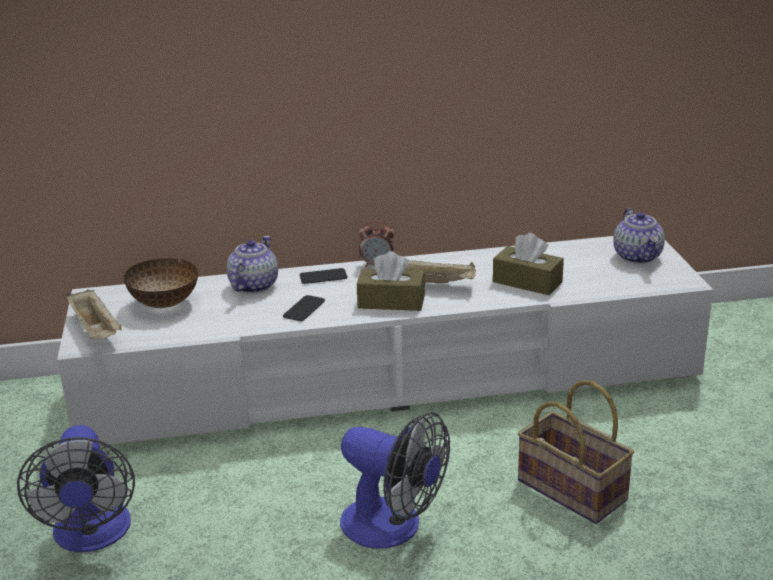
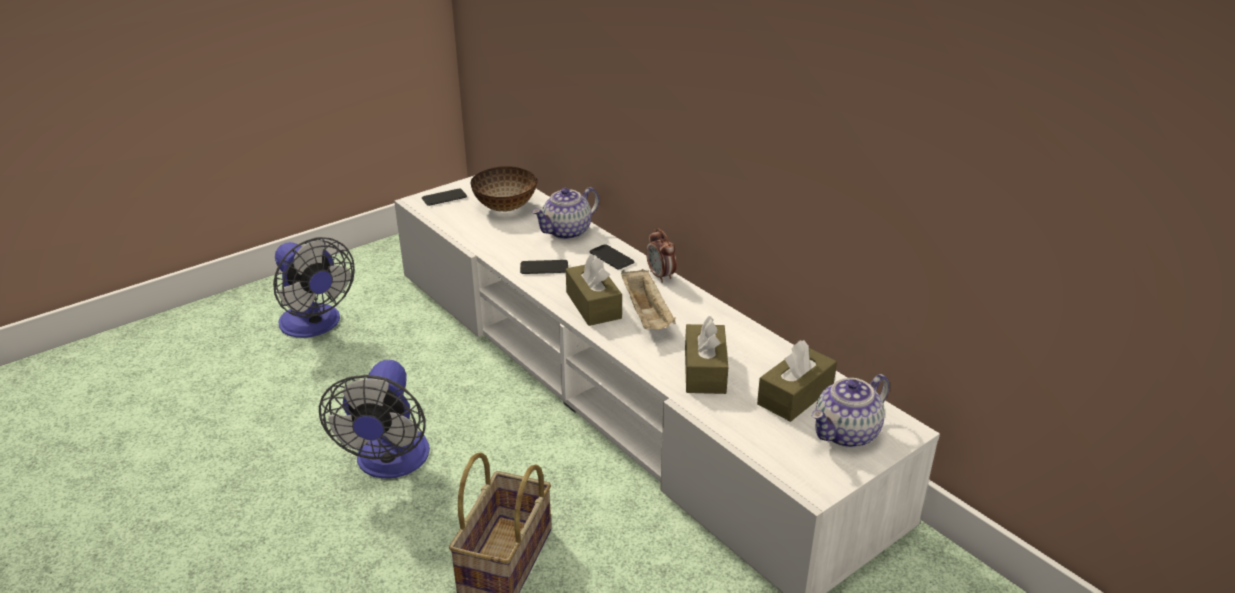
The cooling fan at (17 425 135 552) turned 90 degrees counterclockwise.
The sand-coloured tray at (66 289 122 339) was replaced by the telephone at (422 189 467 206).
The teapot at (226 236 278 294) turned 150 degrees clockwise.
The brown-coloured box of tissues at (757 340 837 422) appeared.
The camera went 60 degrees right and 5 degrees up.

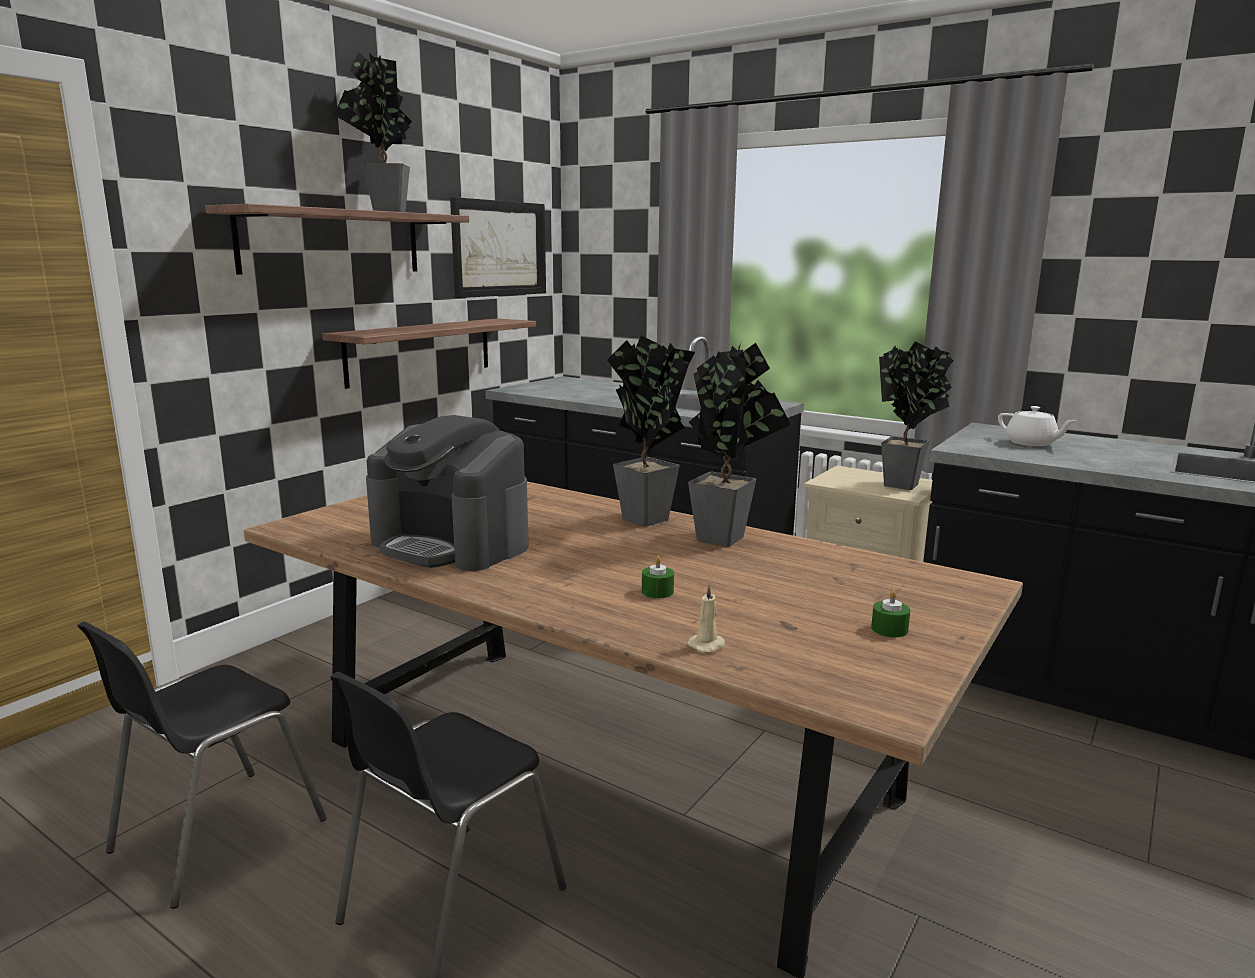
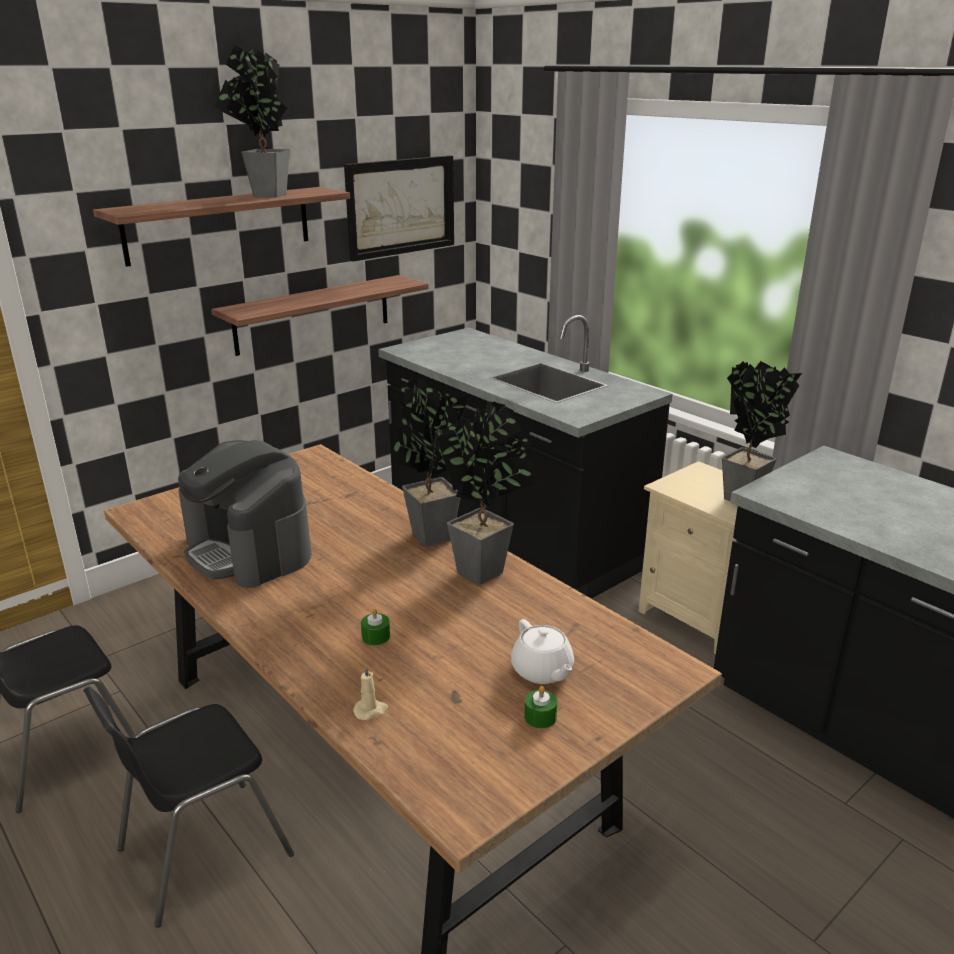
The white-coloured teapot moved from (998 406 1077 446) to (511 619 574 684).
The camera went 15 degrees right and 10 degrees up.

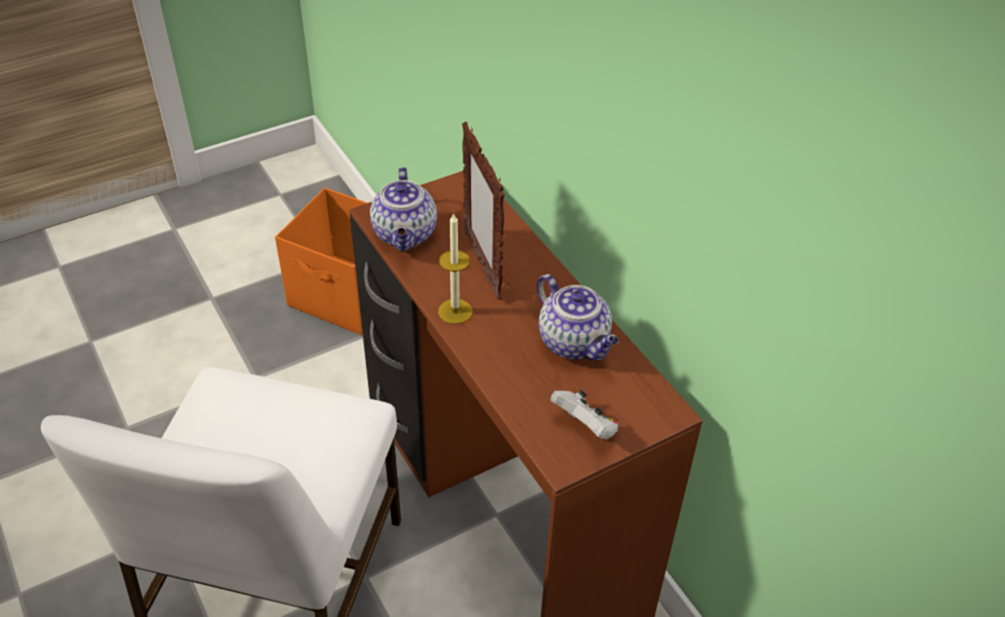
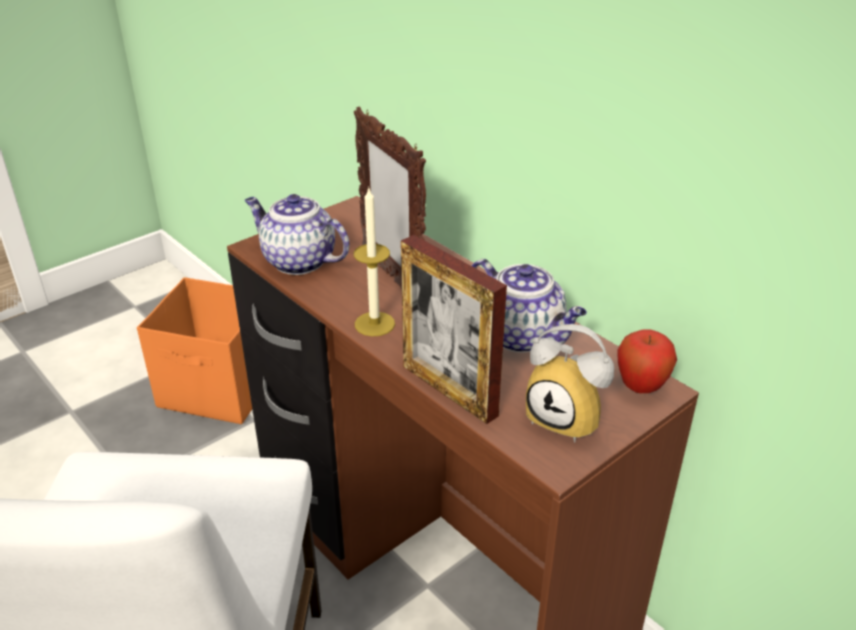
The teapot at (370 167 437 251) turned 135 degrees clockwise.
The photo frame at (401 235 507 424) appeared.
The white-coloured gamepad at (550 390 618 440) was replaced by the bedside clock at (526 324 614 443).
The whole apple at (617 329 677 393) appeared.
The camera went 10 degrees left and 10 degrees down.

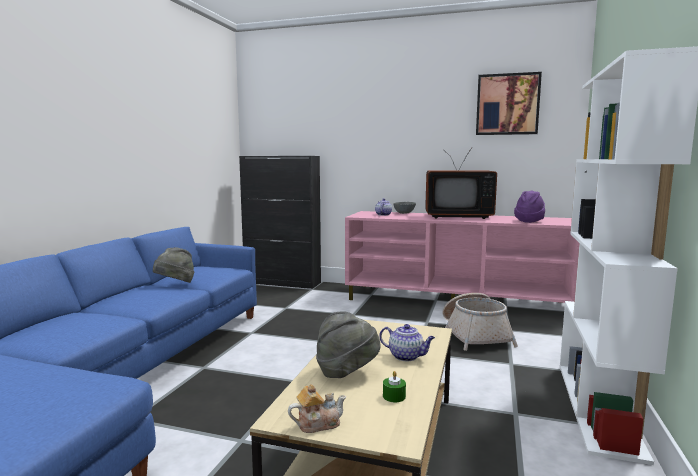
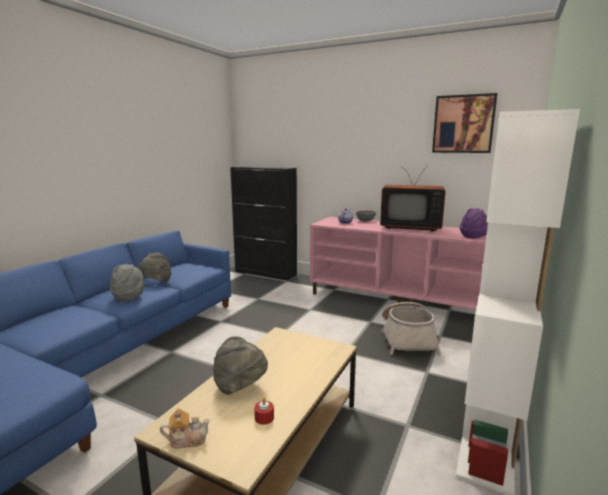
The grey hat at (110 264 144 301) appeared.
The green-coloured wax candle at (383 371 406 402) became the red-coloured wax candle at (254 398 274 425).
The teapot at (379 324 435 361) disappeared.
The camera went 10 degrees right and 5 degrees up.

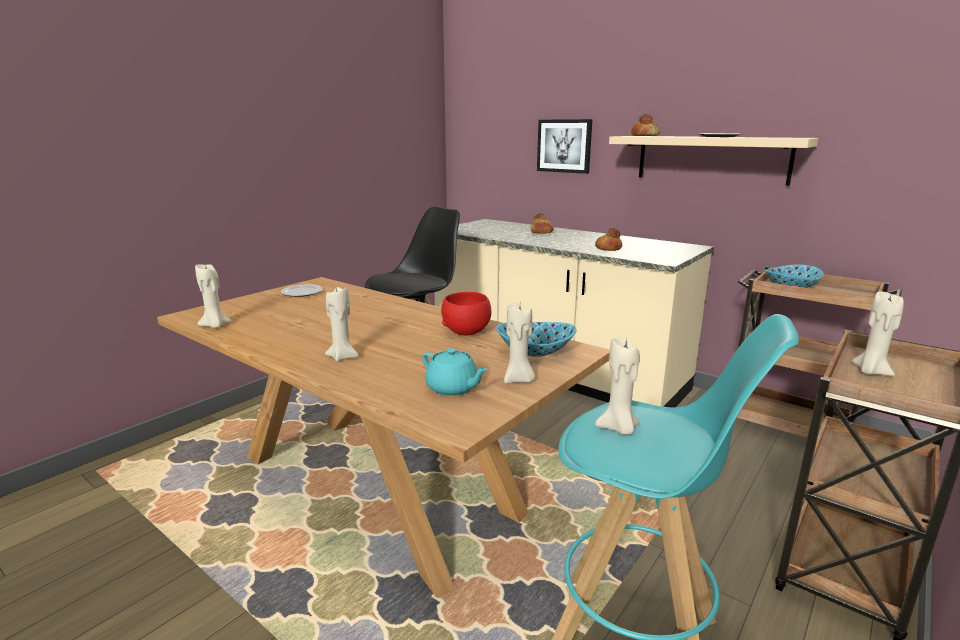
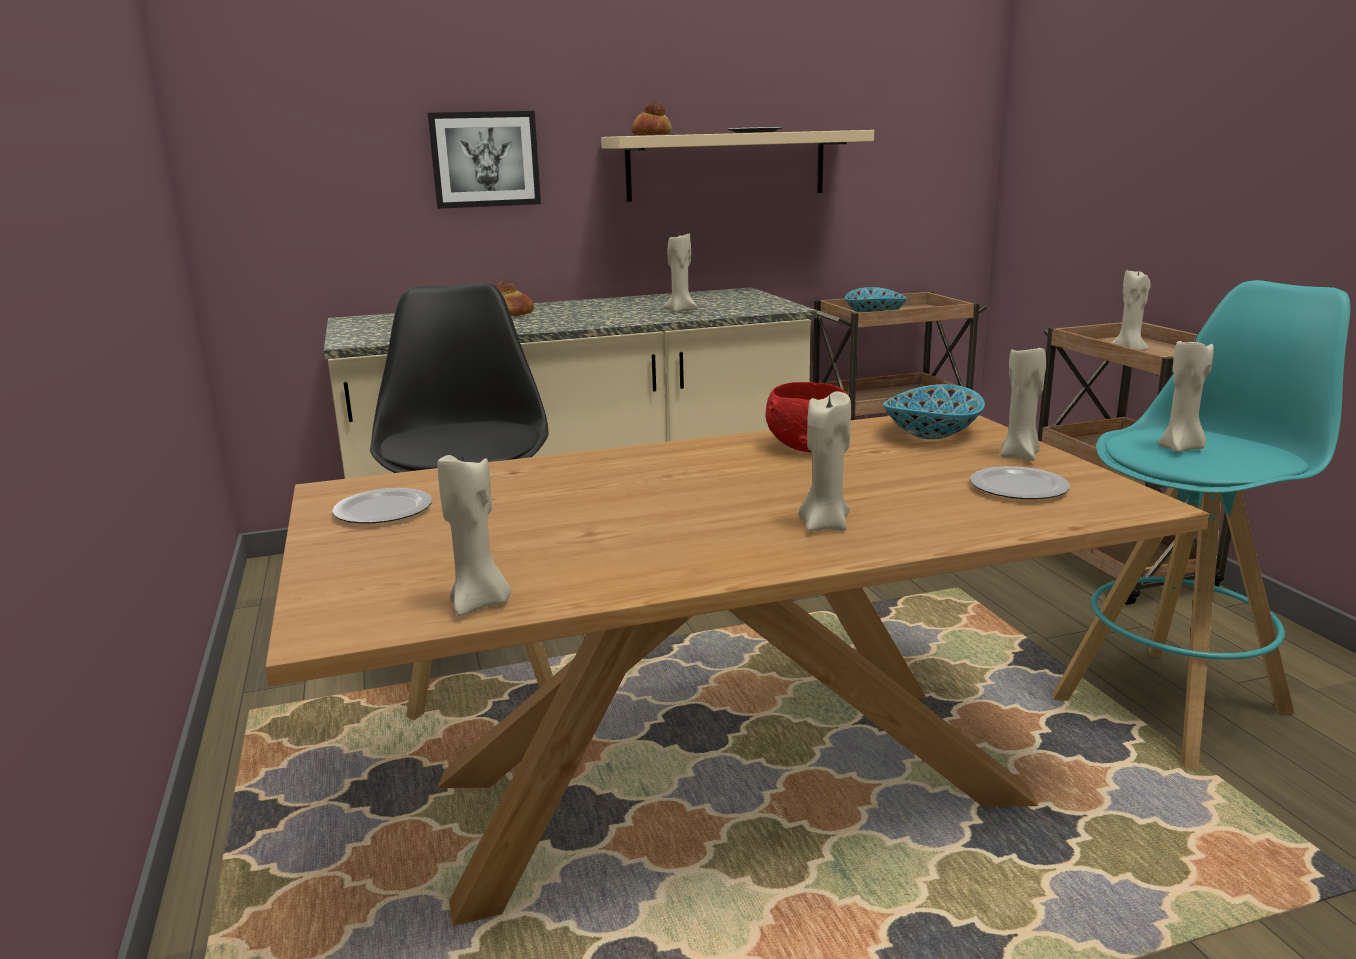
The bread at (595 228 622 251) was replaced by the sand-coloured wax candle at (663 234 698 313).
The turquoise-coloured teapot at (422 348 488 396) was replaced by the plate at (970 466 1070 499).
The camera went 55 degrees left and 0 degrees up.

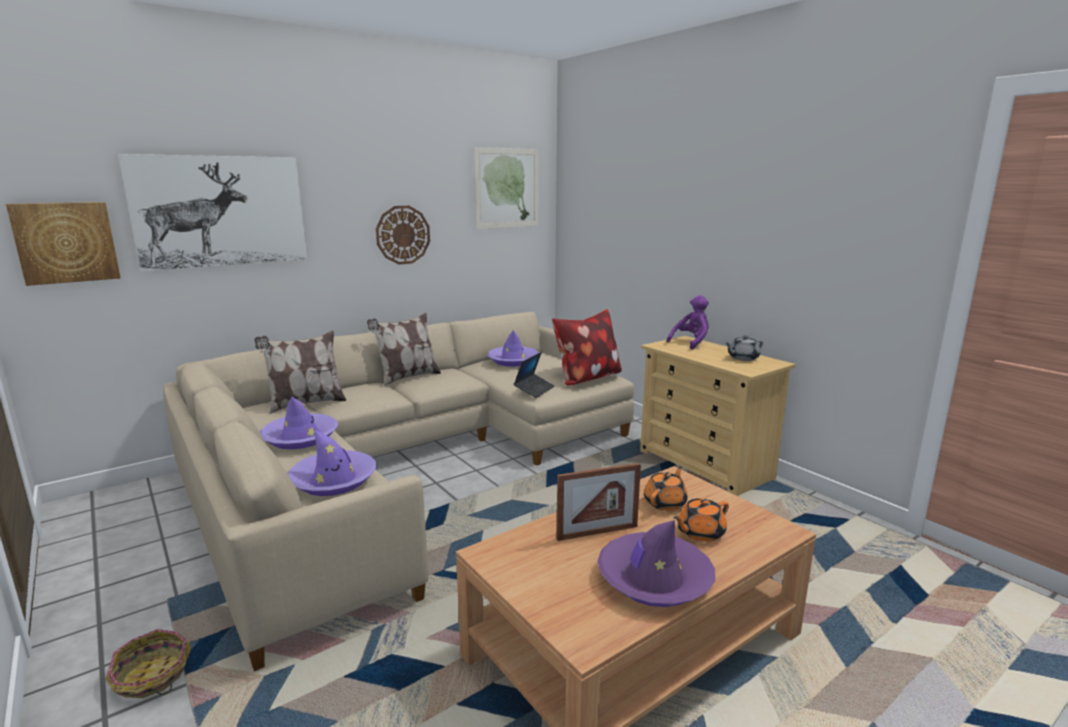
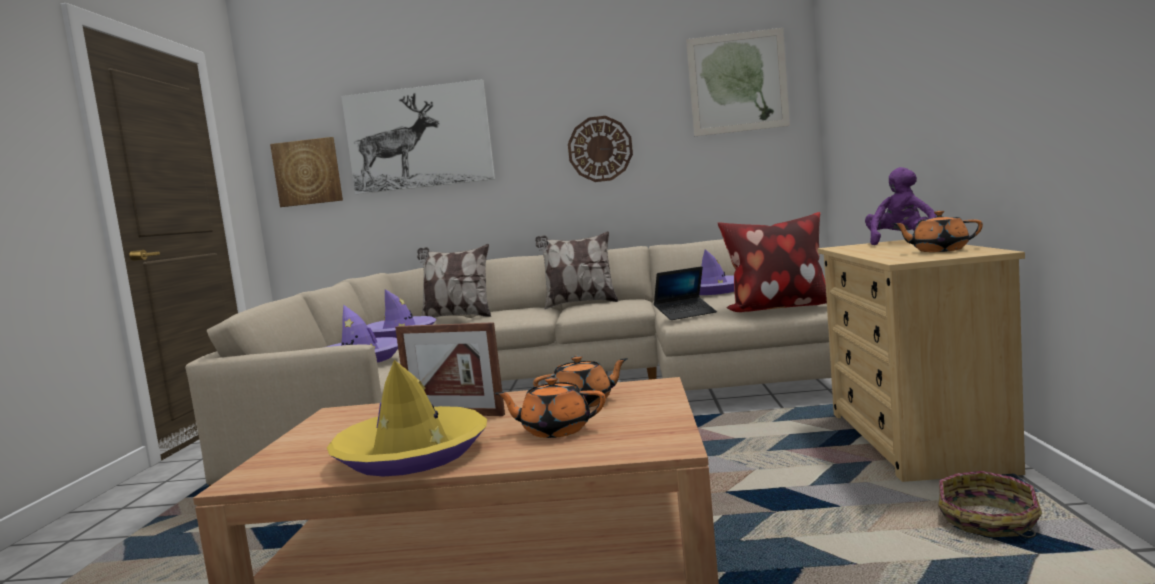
The purplish hat at (598 520 715 607) became the yellow hat at (327 360 487 476).
The purplish plush toy at (667 295 709 350) turned 60 degrees counterclockwise.
The grey teapot at (725 335 763 361) became the orange teapot at (892 211 983 252).
The household basket moved from (105 629 191 698) to (938 471 1042 538).
The camera went 40 degrees right and 10 degrees down.

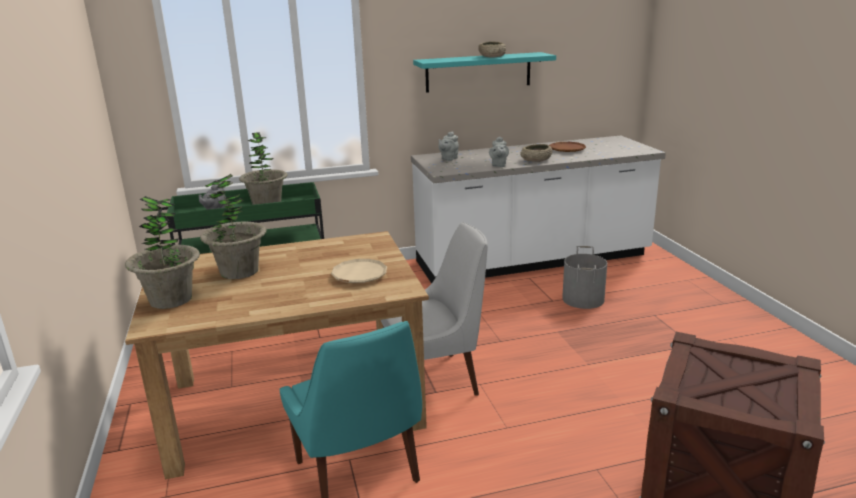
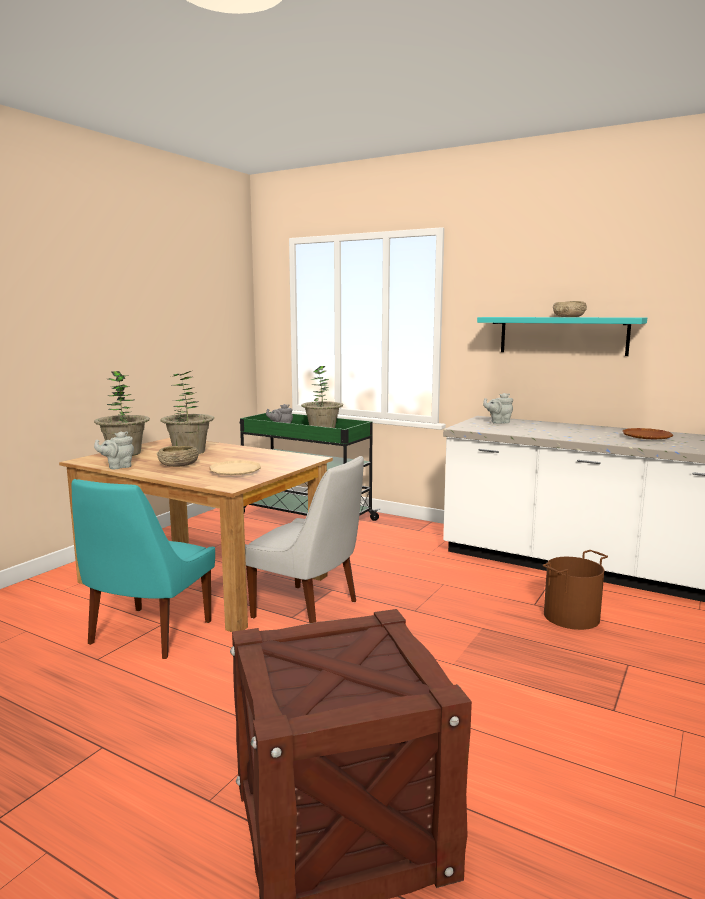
The grey teapot moved from (489 136 509 167) to (94 431 134 469).
The sand-coloured bowl moved from (520 144 552 162) to (157 446 199 467).
The grey bucket at (562 246 607 309) became the brown-coloured bucket at (543 550 608 630).
The camera went 45 degrees right and 10 degrees down.

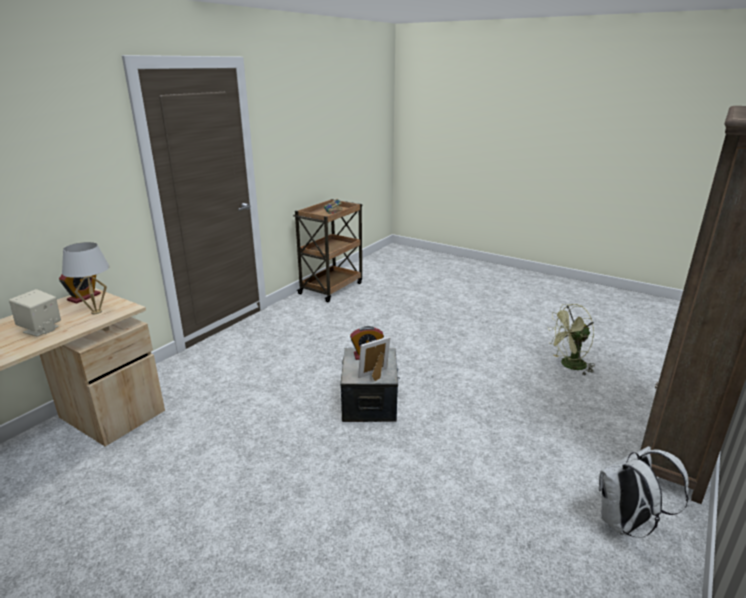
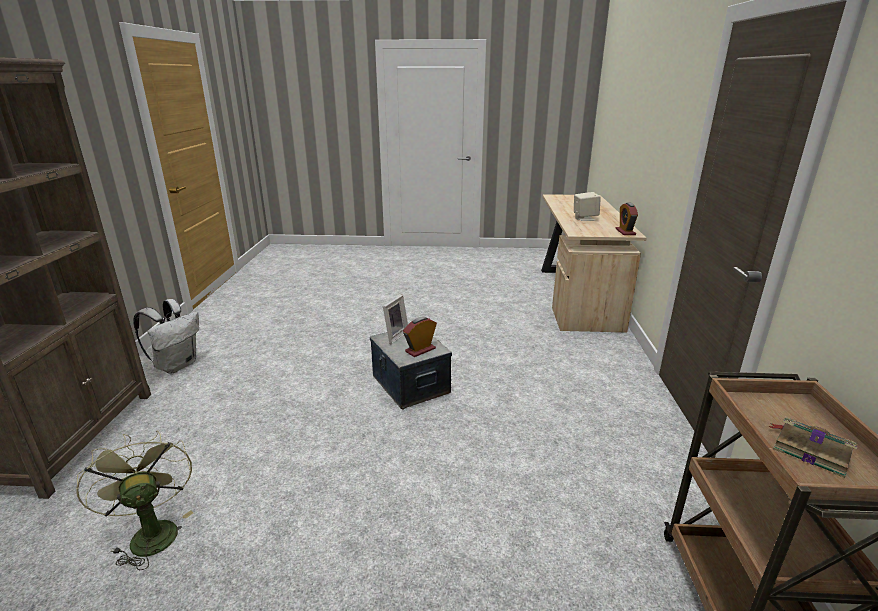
The green-coloured cooling fan at (549 304 595 375) turned 75 degrees counterclockwise.
The white-coloured lamp for a table at (62 242 109 314) disappeared.
The camera went 150 degrees right and 0 degrees up.

